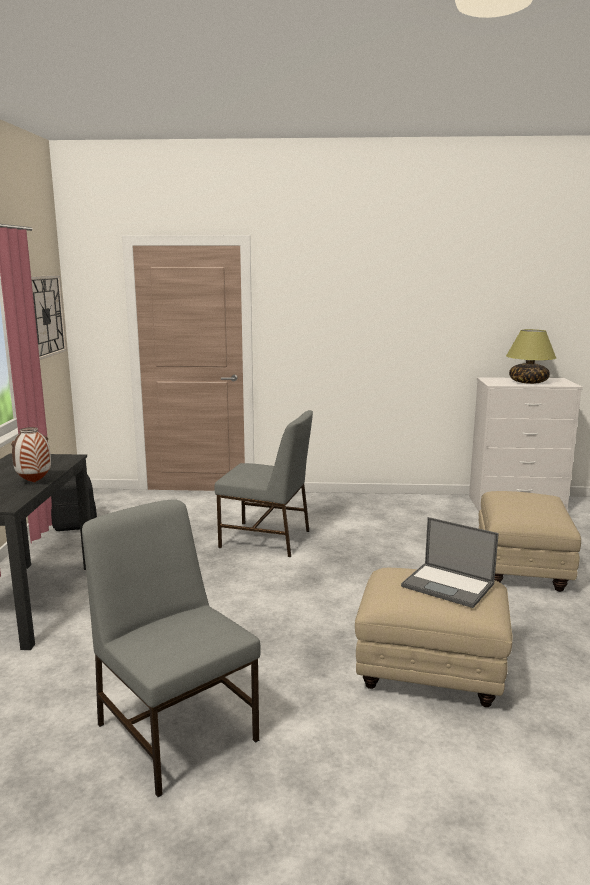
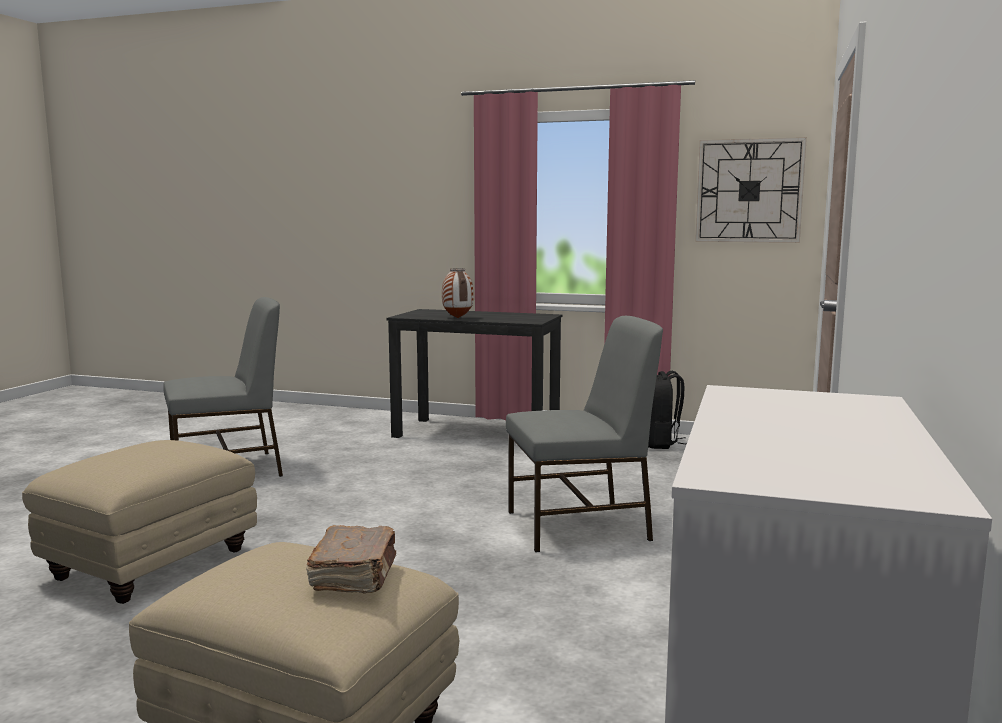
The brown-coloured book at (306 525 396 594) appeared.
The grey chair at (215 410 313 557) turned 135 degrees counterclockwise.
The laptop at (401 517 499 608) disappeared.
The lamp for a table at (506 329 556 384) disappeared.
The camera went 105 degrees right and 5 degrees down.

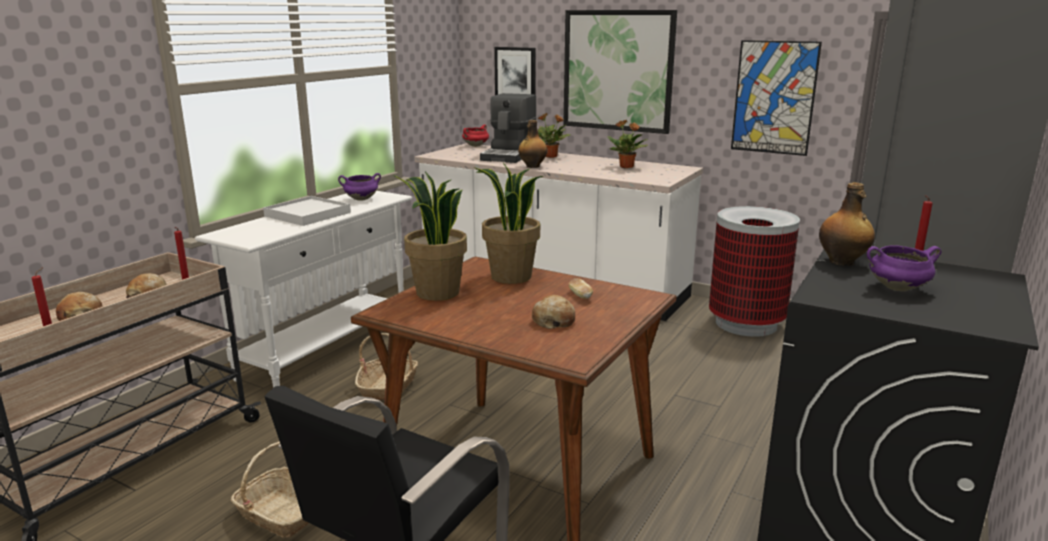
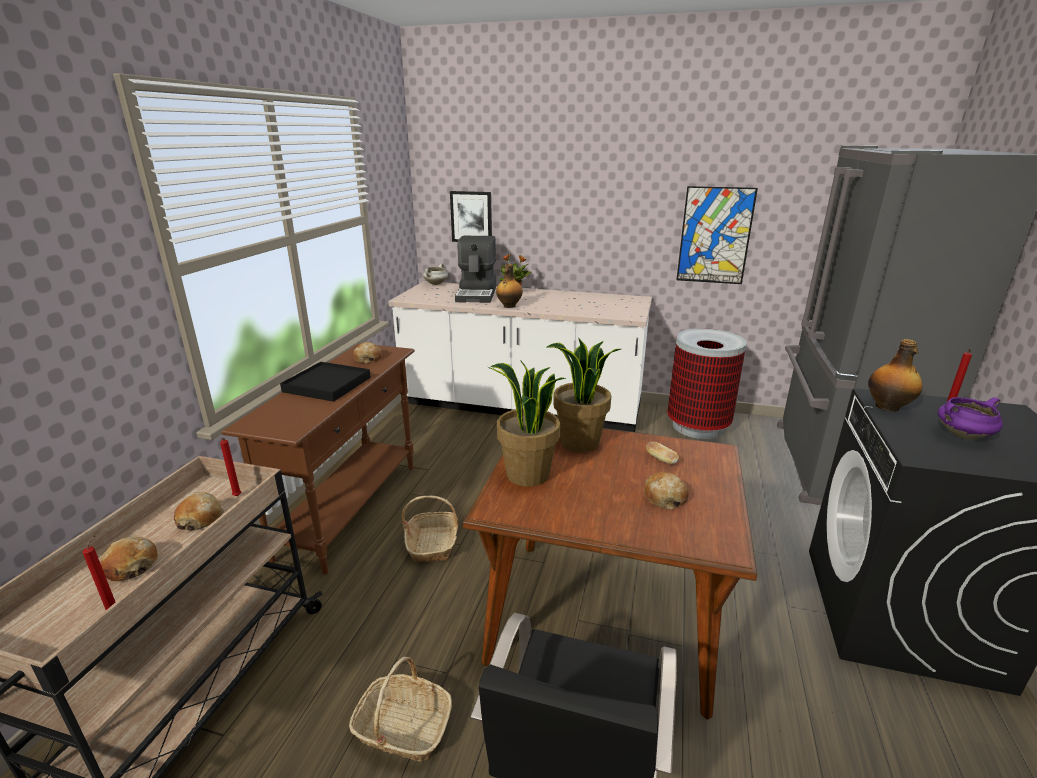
The white-coloured narrow table at (195 191 412 388) became the brown-coloured narrow table at (221 343 415 575).
The white-coloured tray at (263 196 351 226) became the blackish tray at (280 362 371 402).
The purplish cooking pot at (338 173 381 201) was replaced by the bread at (353 342 382 363).
The red-coloured cooking pot at (462 125 489 147) became the white-coloured cooking pot at (423 263 448 285).
The picture at (563 10 677 134) disappeared.
The potted plant at (607 120 648 168) disappeared.
The camera went 15 degrees left and 5 degrees up.

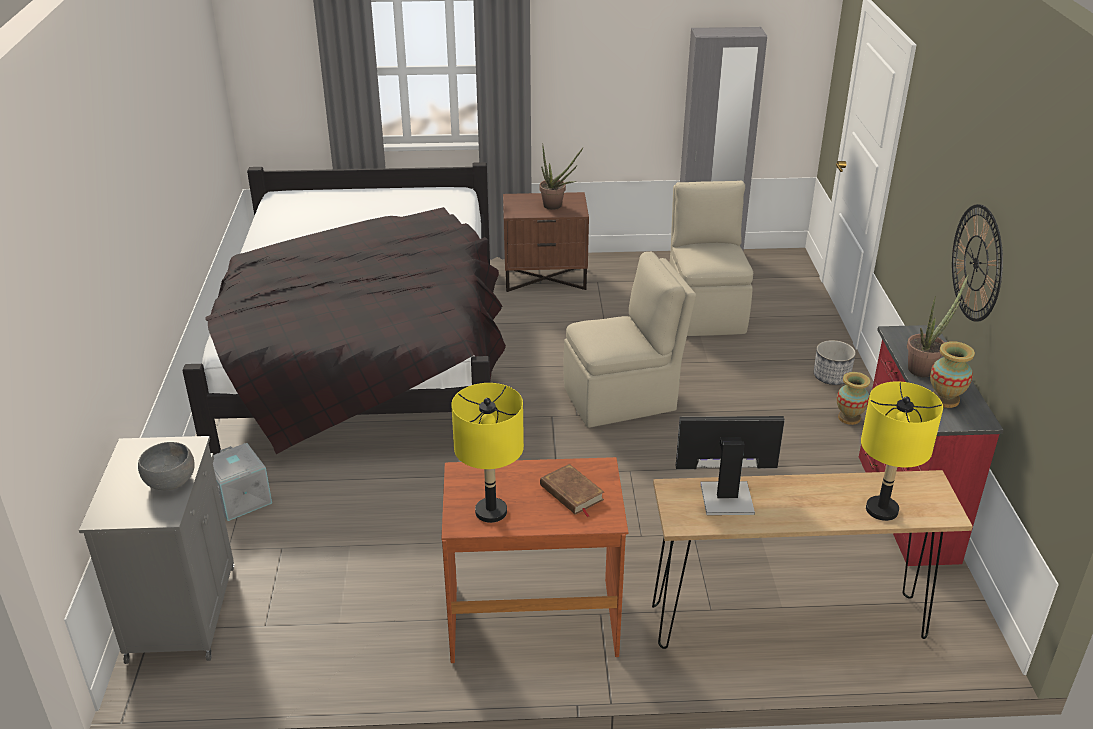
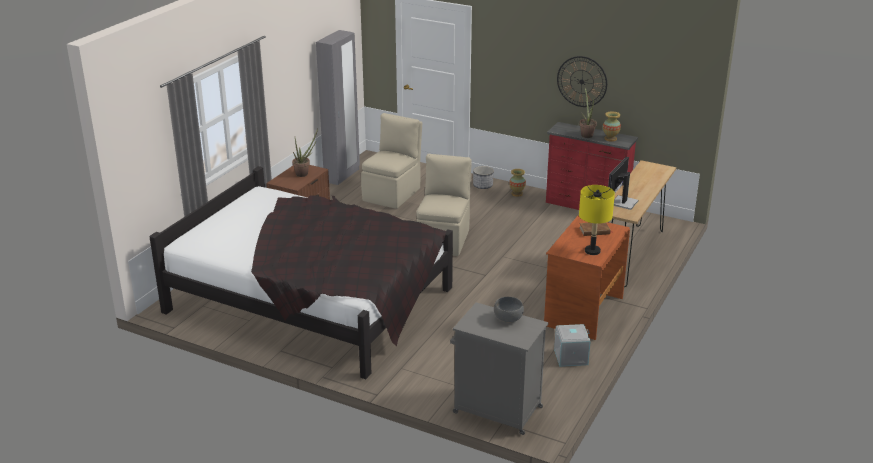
The sand-coloured chair at (670 181 753 336) turned 90 degrees clockwise.
The grey storage box moved from (213 443 272 521) to (554 324 591 367).
The yellow lamp for a table at (861 381 943 521) disappeared.
The camera went 60 degrees left and 5 degrees down.

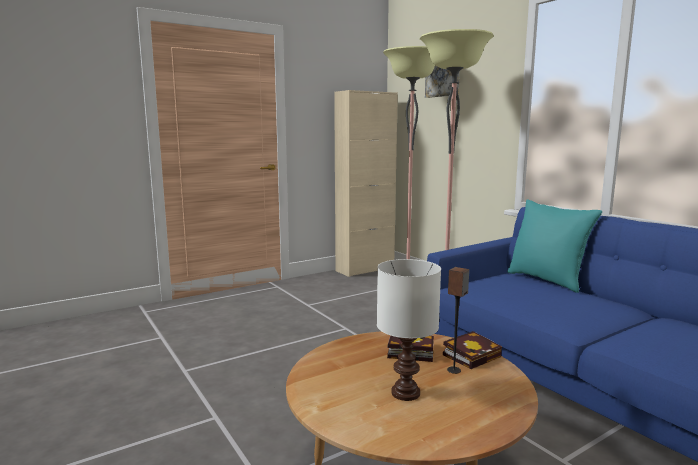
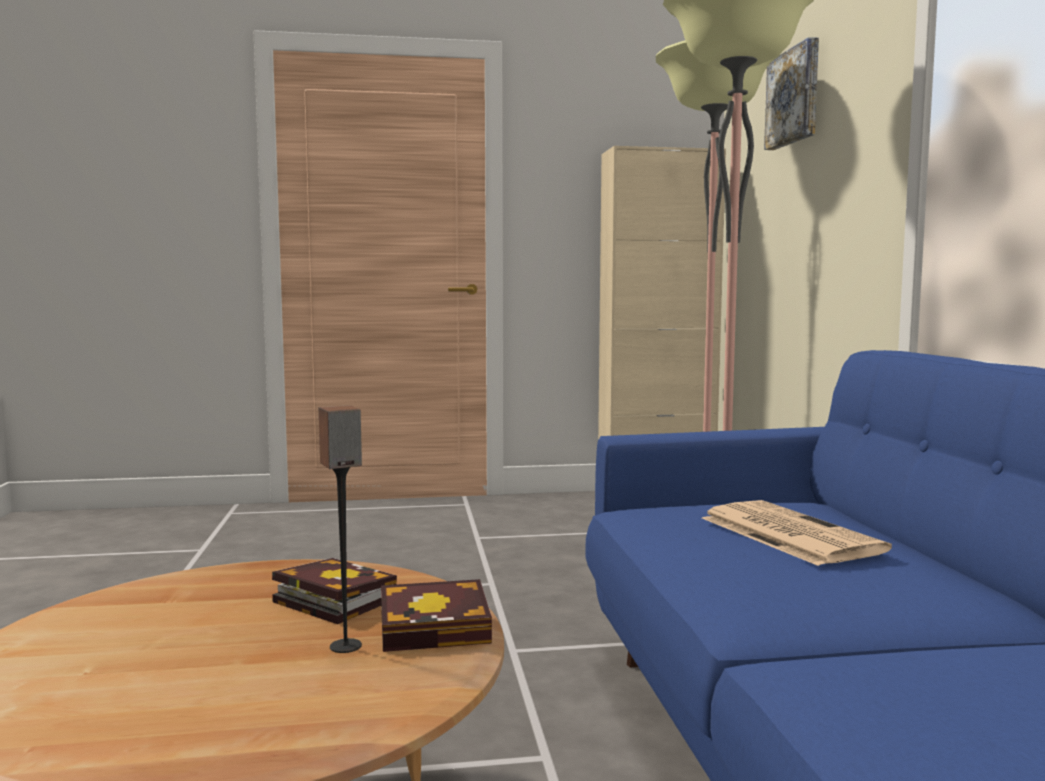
The printed paper at (702 500 892 566) appeared.
The white-coloured lamp for a table at (377 259 441 401) disappeared.
The turquoise-coloured cushion at (507 199 602 293) disappeared.
The camera went 25 degrees right and 5 degrees down.

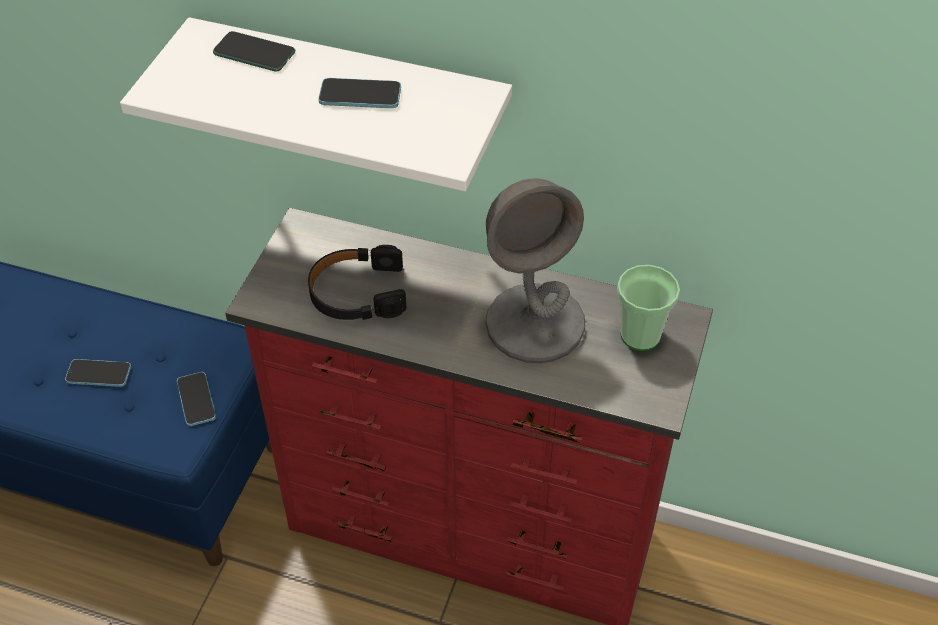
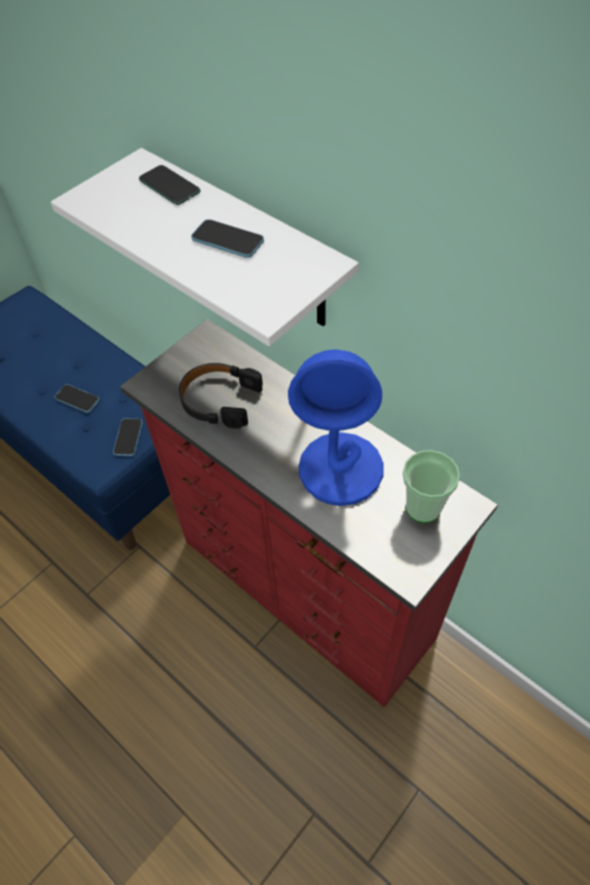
The grey lamp for a table at (485 178 585 363) became the blue lamp for a table at (288 349 383 506).
The camera went 25 degrees right and 5 degrees up.

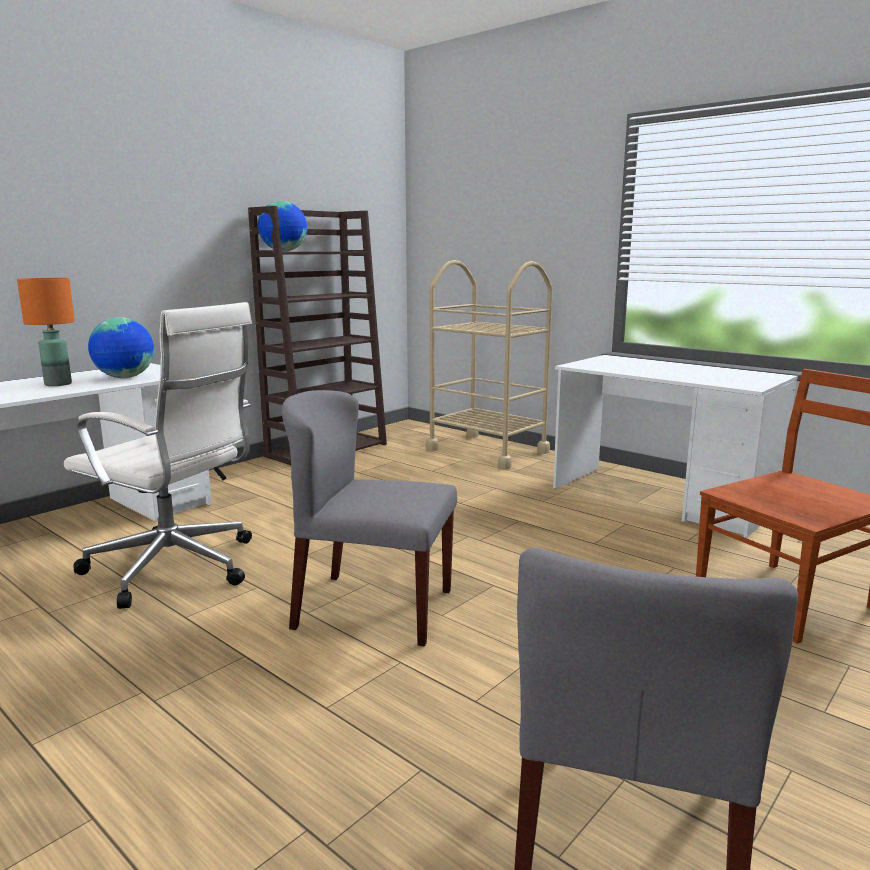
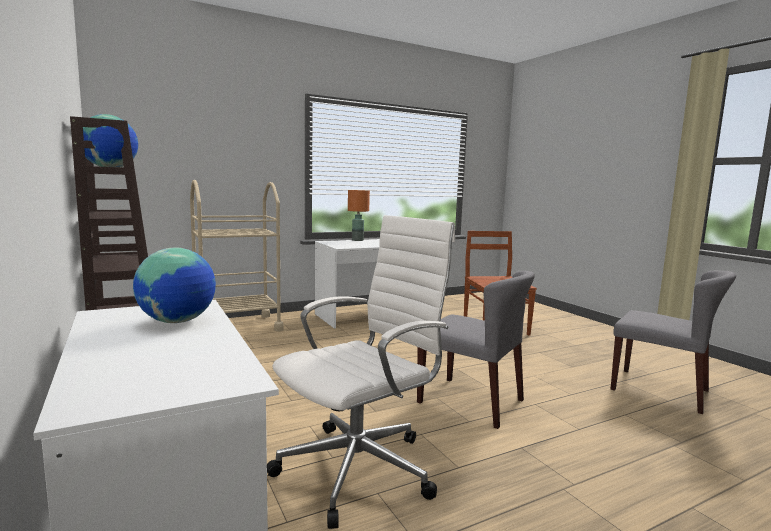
The orange lamp for a table moved from (17 278 75 386) to (348 190 370 241).
The grey chair at (282 390 457 646) turned 90 degrees counterclockwise.
The camera went 70 degrees left and 5 degrees down.

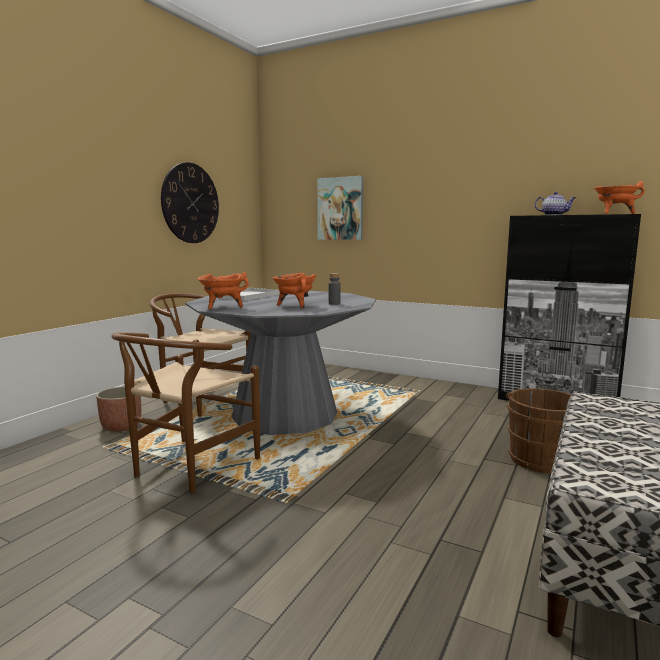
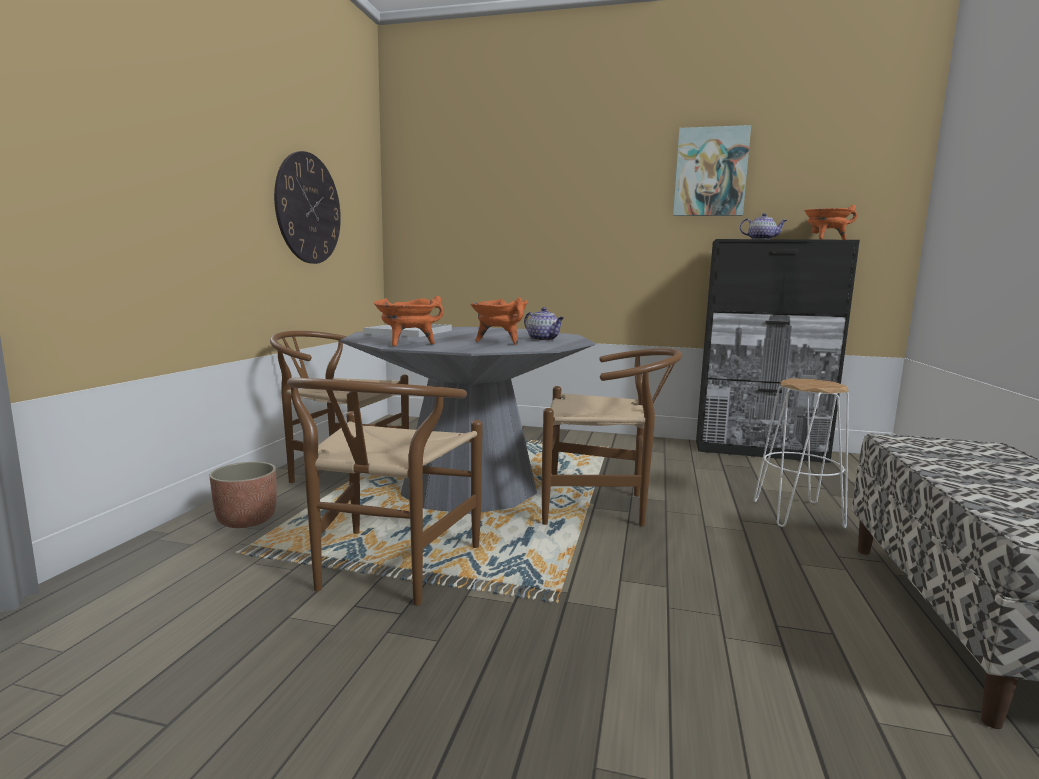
The grey bottle at (329 273 340 305) was replaced by the teapot at (524 307 564 341).
The brown-coloured chair at (542 348 682 526) appeared.
The picture moved from (317 176 363 240) to (673 125 751 216).
The brown-coloured bucket at (505 388 571 473) was replaced by the white-coloured sitting stool at (754 378 849 528).
The camera went 15 degrees left and 0 degrees up.

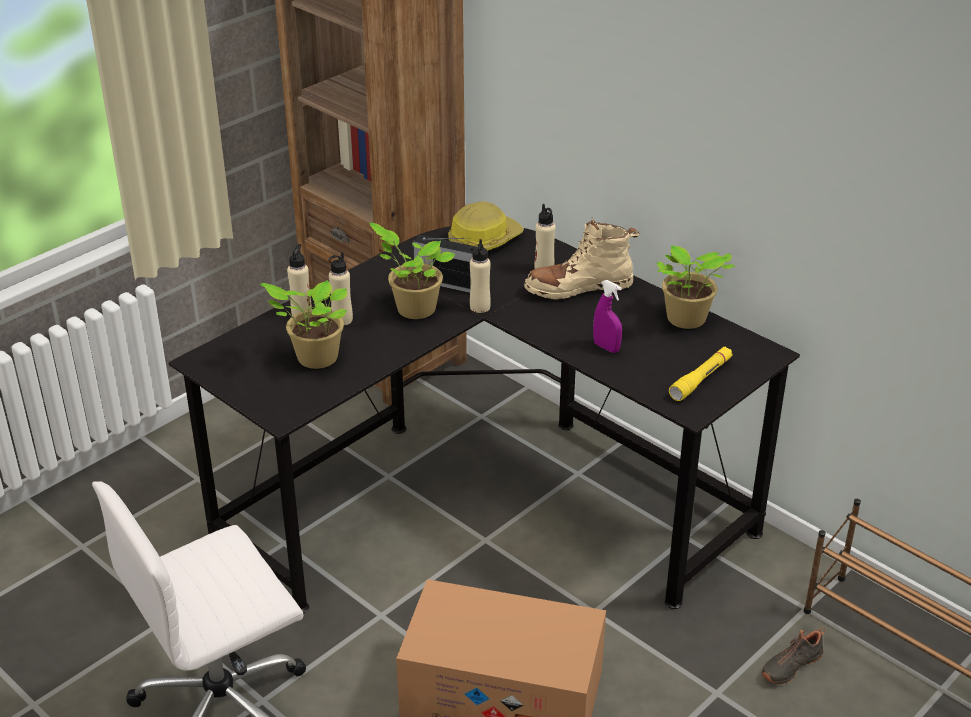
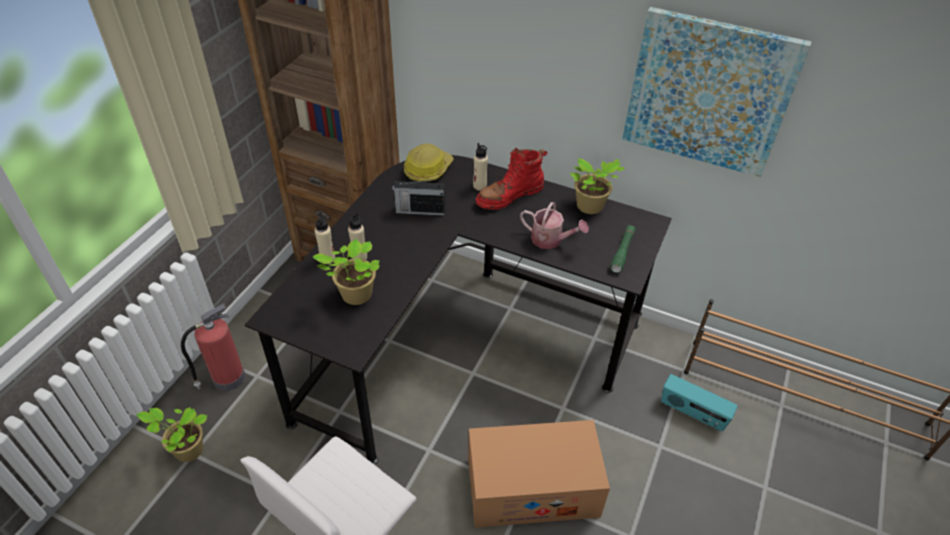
The potted plant moved from (369 223 455 319) to (136 407 208 462).
The fire-fighting cylinder at (181 303 245 391) appeared.
The sand-coloured tall boot at (524 218 639 299) became the red-coloured tall boot at (475 148 547 210).
The purplish sprayer at (593 280 622 353) was replaced by the watering pot at (520 202 589 249).
The yellow hand torch at (669 346 733 401) became the green-coloured hand torch at (610 225 635 273).
The picture at (622 7 811 177) appeared.
The blackish low shoe at (762 627 825 685) was replaced by the radio at (661 374 738 431).
The sand-coloured bottle at (470 239 491 313) disappeared.
The camera went 20 degrees left and 10 degrees up.

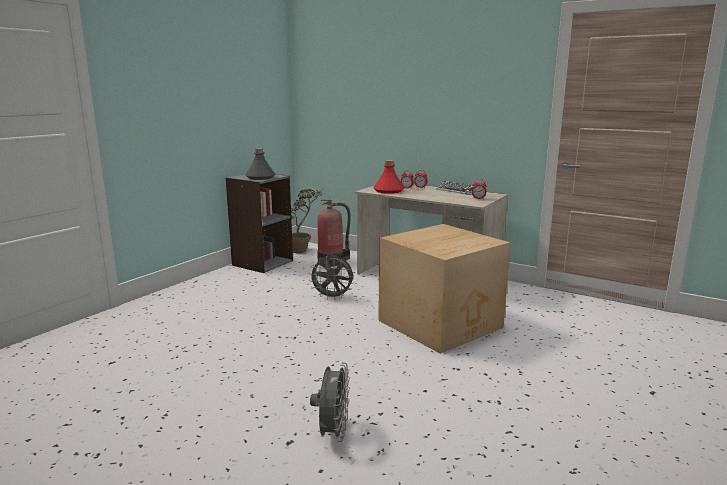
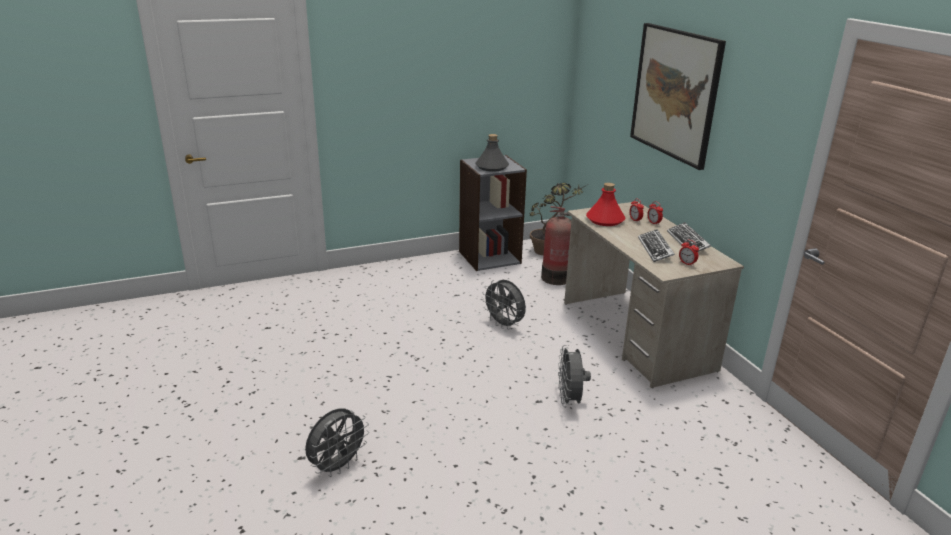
The carton at (378 224 510 354) was replaced by the grey cooling fan at (558 345 591 407).
The picture at (630 23 726 170) appeared.
The PC keyboard at (638 229 675 262) appeared.
The camera went 35 degrees right and 10 degrees up.

